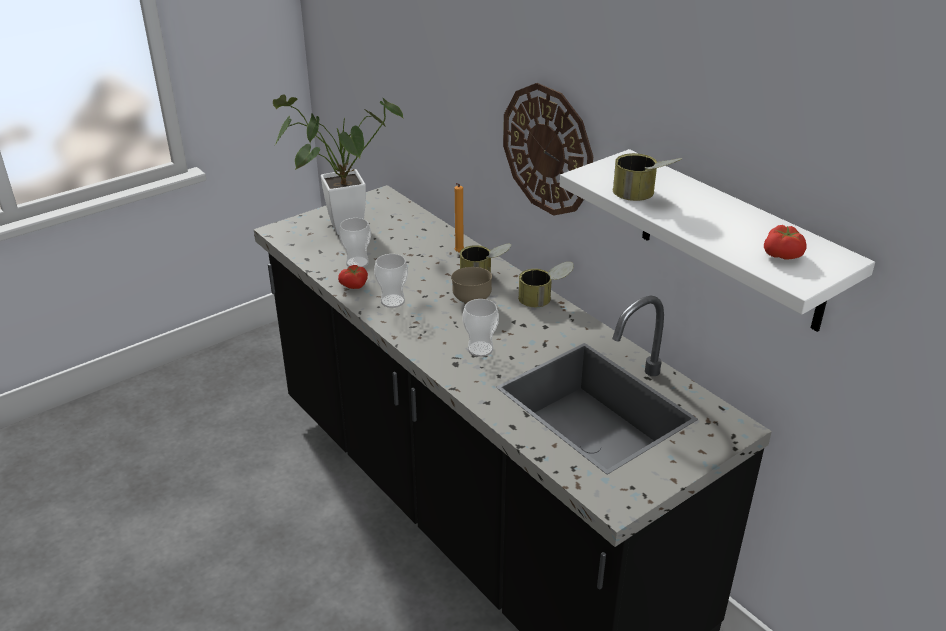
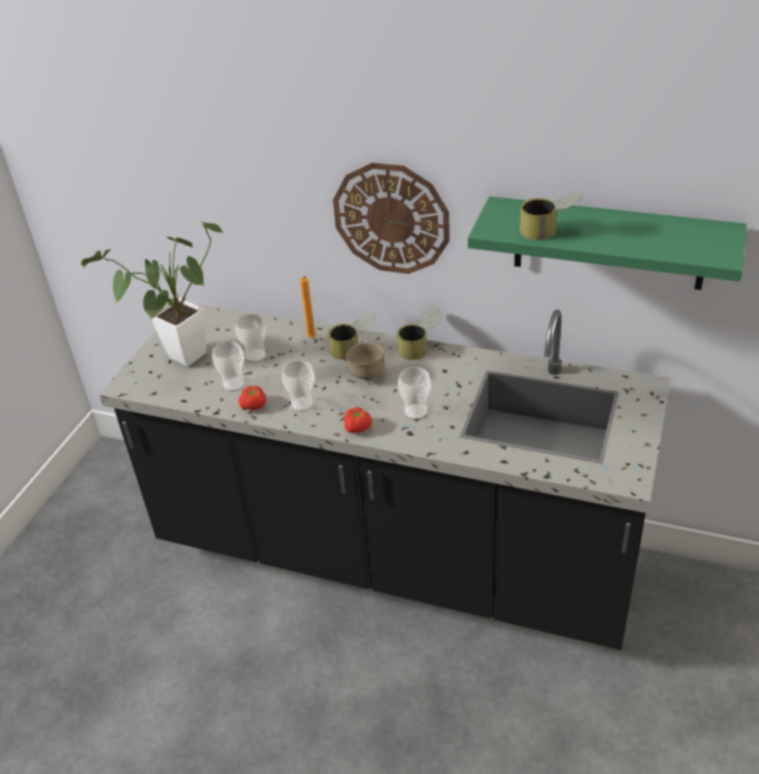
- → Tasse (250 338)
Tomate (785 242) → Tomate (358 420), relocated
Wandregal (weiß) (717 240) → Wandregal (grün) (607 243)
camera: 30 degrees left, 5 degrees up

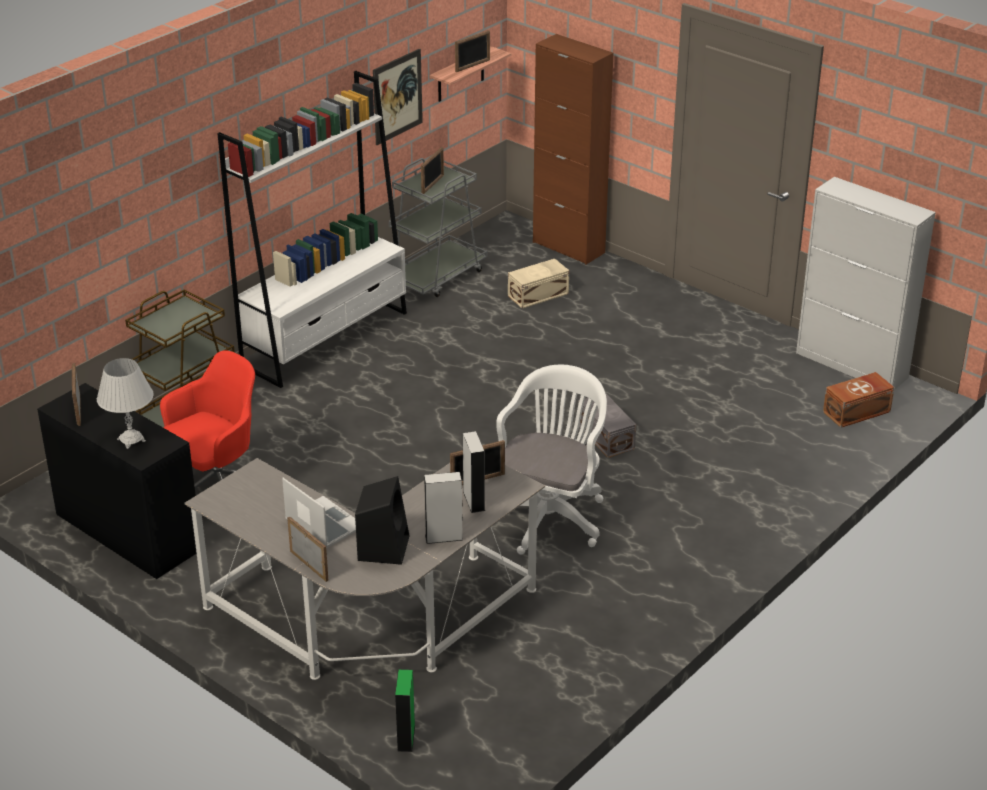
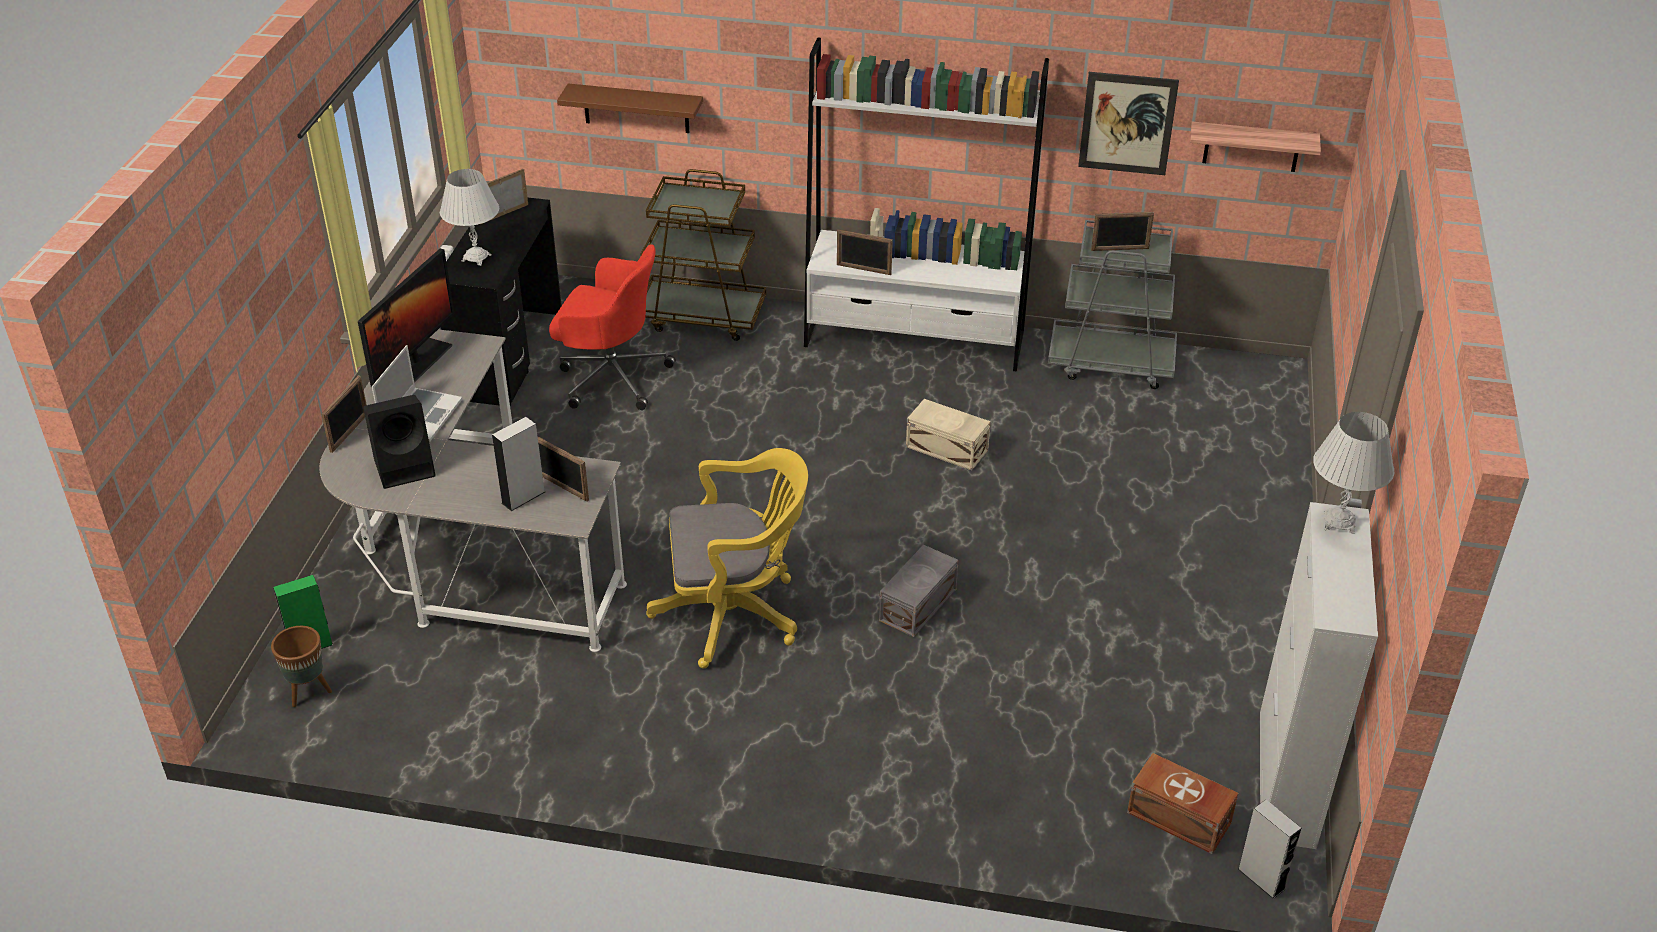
Schrank (braun) (573 149) → -
- → Pflanzkübel (braun) (301 666)
- → Monitor (406 317)
- → Wandregal (braun) (630 108)
- → Tischlampe (weiß) (1354 473)
Lautsprecher (grau) (443 508) → Lautsprecher (grau) (1269 849), relocated
Bilderrahmen (472 51) → Bilderrahmen (865 252), relocated
Aufbewahrungsbox (beige) (538 283) → Aufbewahrungsbox (beige) (948 435), relocated
Bürostuhl (weiß) (551 460) → Bürostuhl (gelb) (727 558)
camera: 60 degrees right, 5 degrees up

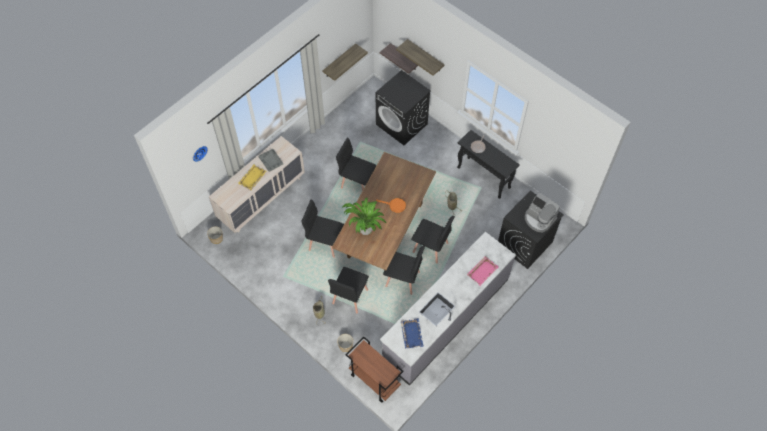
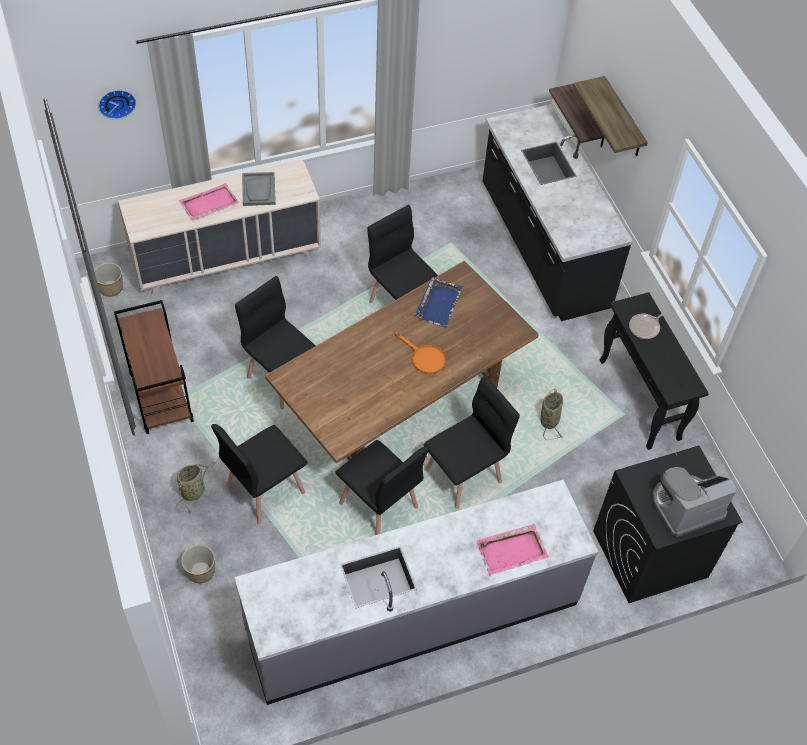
Wandregal (345 62) → -
Topfpflanze (364 216) → -
Rollwagen (braun) (375 369) → Rollwagen (braun) (154 367), relocated
Tablett (blau) (412 333) → Tablett (blau) (438 302), relocated
Waschmaschine (schwarz) (403 107) → Küchenzeile (schwarz) (558 212)
Tablett (gelb) (252 177) → Tablett (rosa) (209 202)
Stuhl (schwarz) (433 240) → Stuhl (schwarz) (472 442), 90 degrees counterclockwise
Kaffeemaschine (542 212) → Kaffeemaschine (694 502), 90 degrees clockwise
camera: 25 degrees right, 5 degrees down

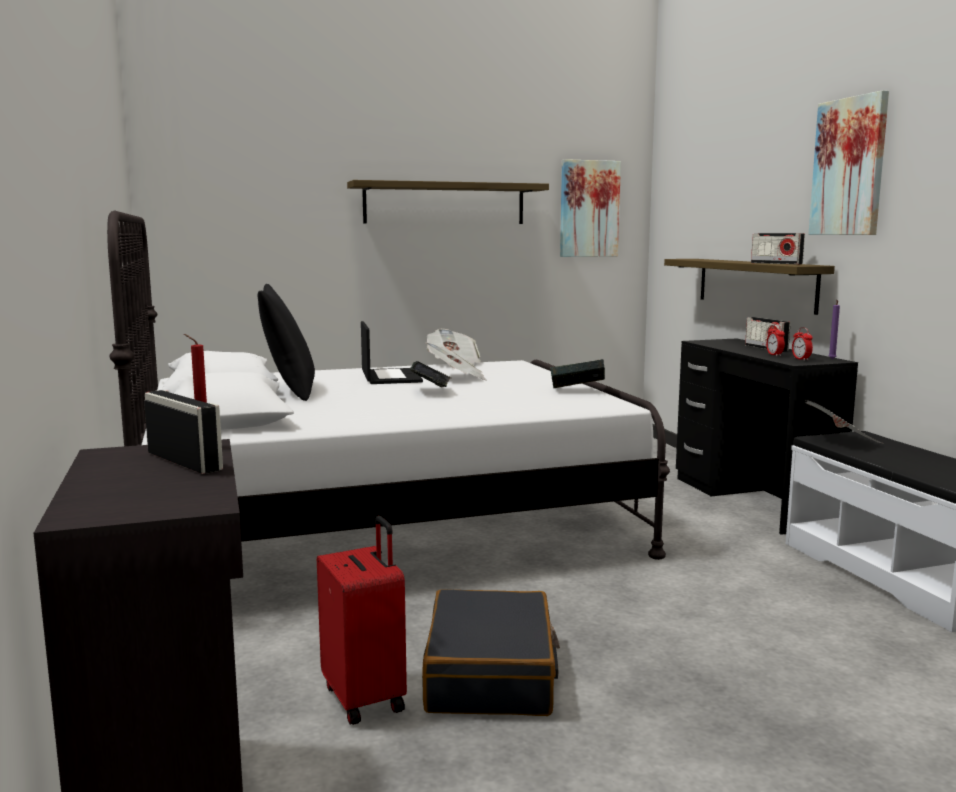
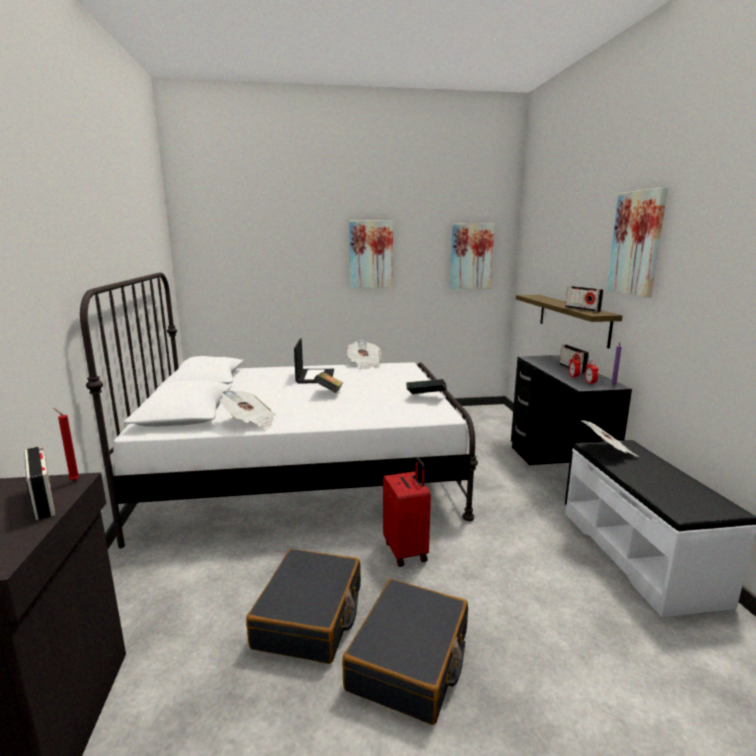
Kissen (schwarz) (286 342) → -
- → Koffer (schwarz) (405 652)
Koffer (rot) (362 620) → Koffer (rot) (407 512), relocated
Zeitung (456 361) → Zeitung (247 409), relocated
Wandregal (448 202) → Bild (371 254)
camera: 10 degrees right, 5 degrees up

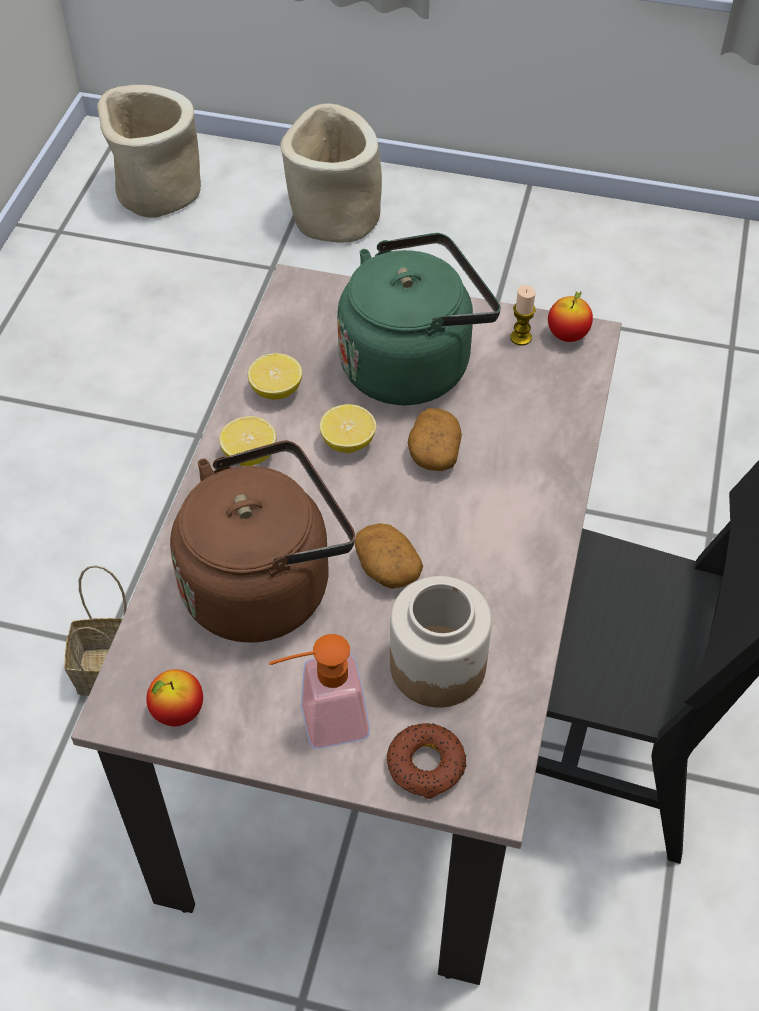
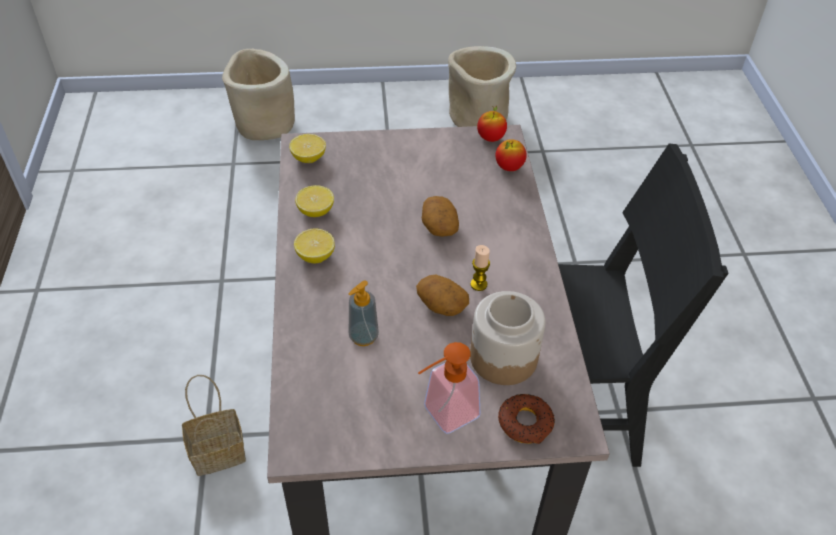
Wasserkessel (grün) (419 319) → -
Pflanzkübel (beige) (149 151) → Pflanzkübel (beige) (482 86), relocated
Apfel (174 697) → Apfel (511 155), relocated
Zitrone (348 428) → Zitrone (307 148), relocated
Kerze (523 315) → Kerze (480 268), relocated
Wasserkessel (braun) (262 541) → Seifenspender (364 313)
camera: 20 degrees left, 5 degrees down

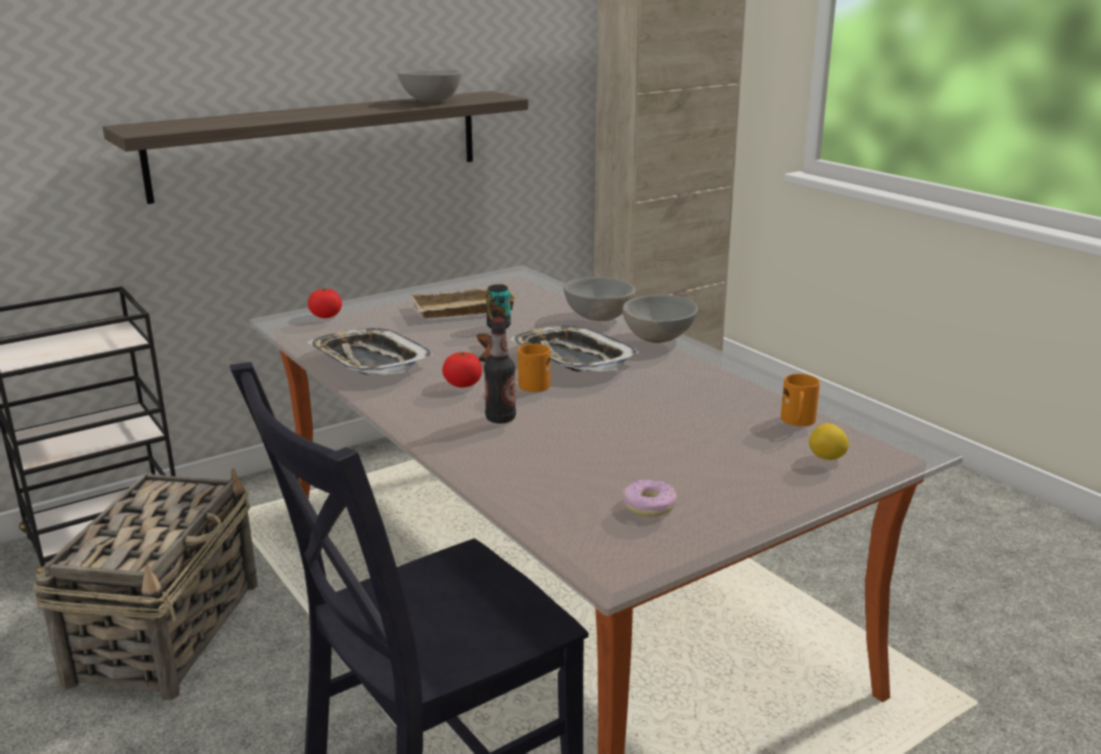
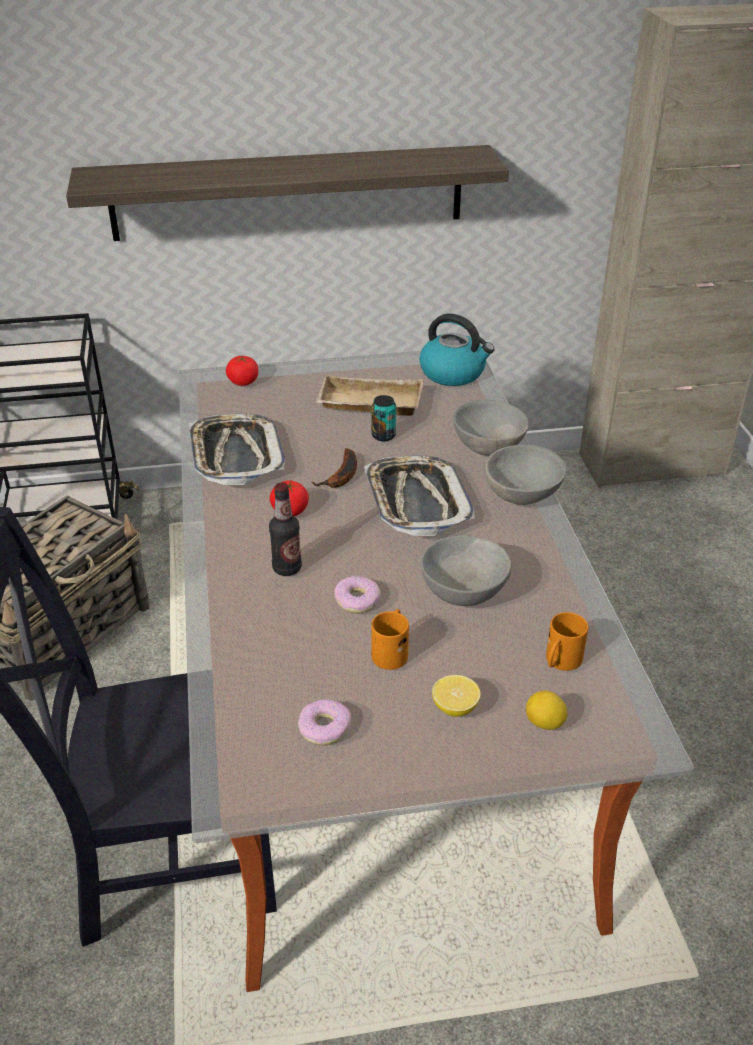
- → Donut (358 594)
- → Wasserkessel (457 350)
- → Zitrone (456 696)
Schüssel (grau) (430 85) → Schüssel (grau) (465 570), relocated
Henkelbecher (orange) (534 368) → Henkelbecher (orange) (390 639), relocated
camera: 25 degrees right, 15 degrees up

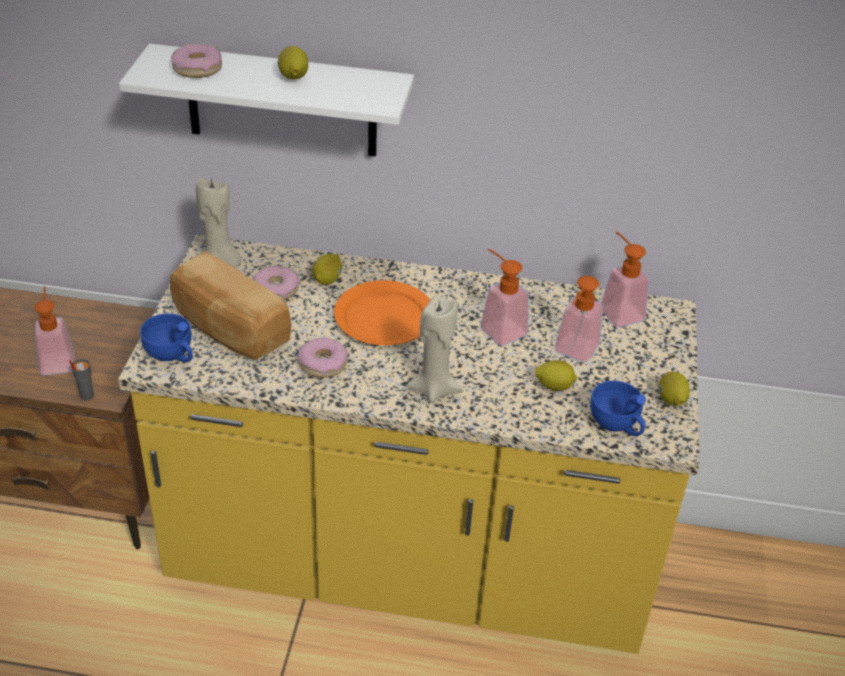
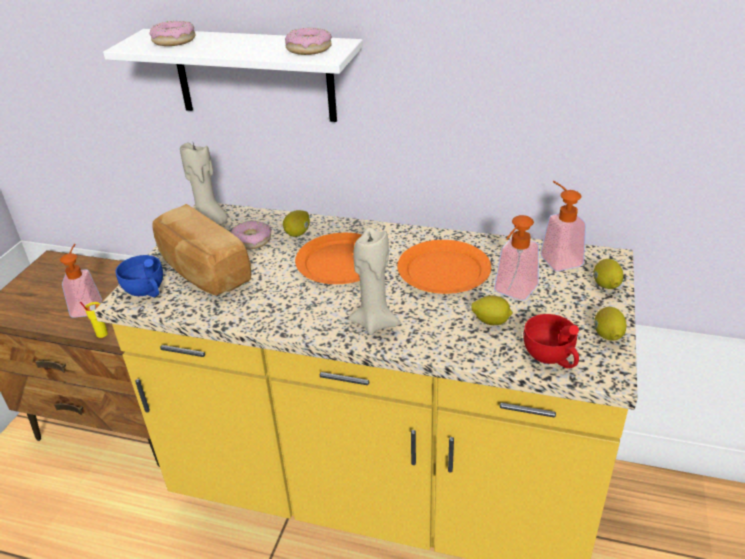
Zitrone (293 63) → Zitrone (608 274), relocated
Donut (323 358) → Donut (308 41), relocated
Seifenspender (504 297) → Teller (orange) (444 267)
Tasse (grau) (81 380) → Tasse (gelb) (94 319)
Tasse (blau) (618 408) → Tasse (rot) (551 341)
camera: 10 degrees right, 5 degrees down

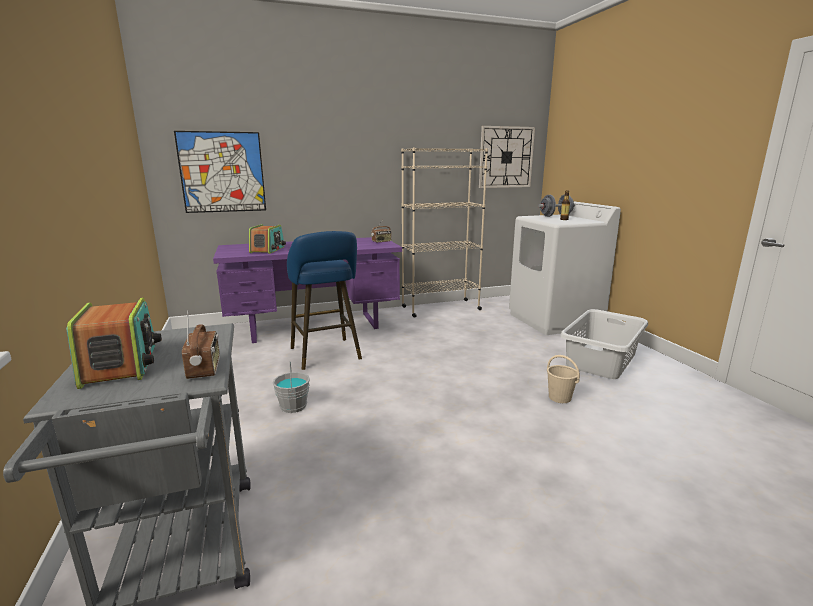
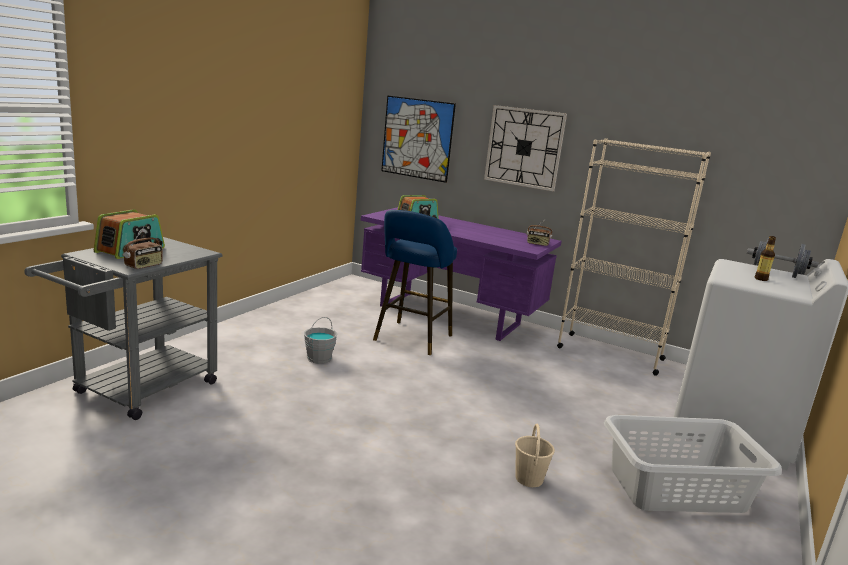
Wanduhr (507 157) → Wanduhr (525 148), relocated
camera: 45 degrees right, 0 degrees up

